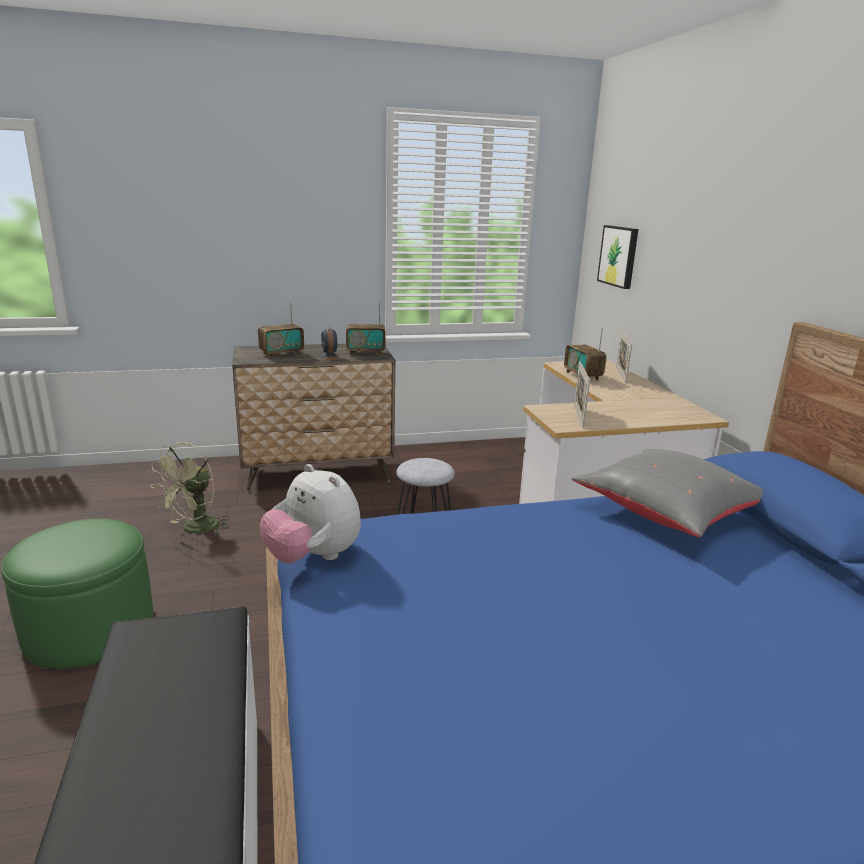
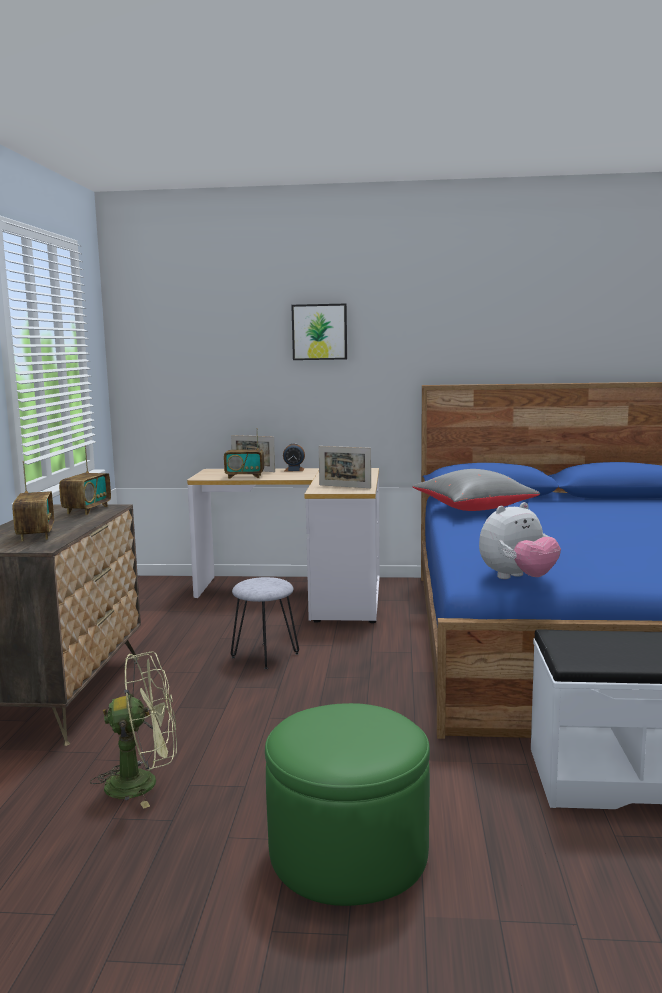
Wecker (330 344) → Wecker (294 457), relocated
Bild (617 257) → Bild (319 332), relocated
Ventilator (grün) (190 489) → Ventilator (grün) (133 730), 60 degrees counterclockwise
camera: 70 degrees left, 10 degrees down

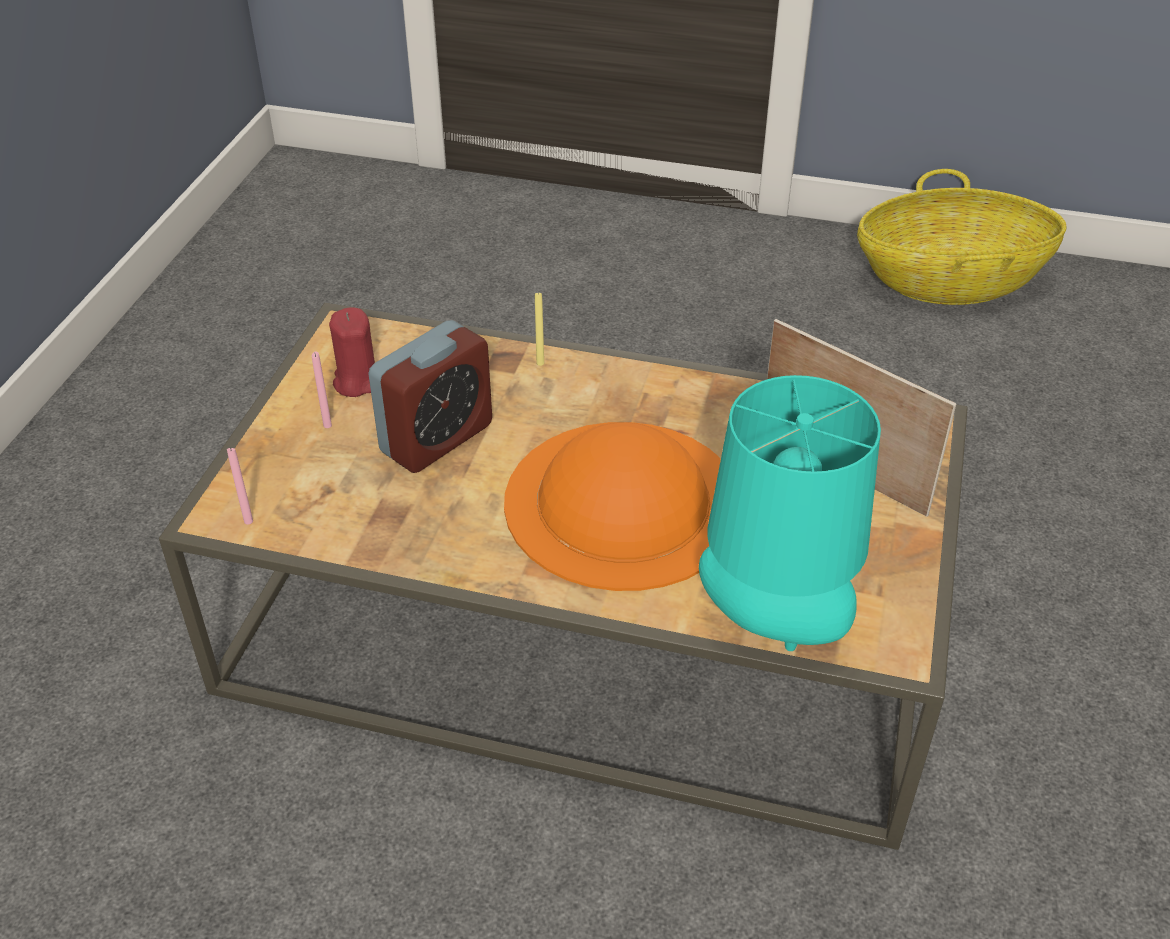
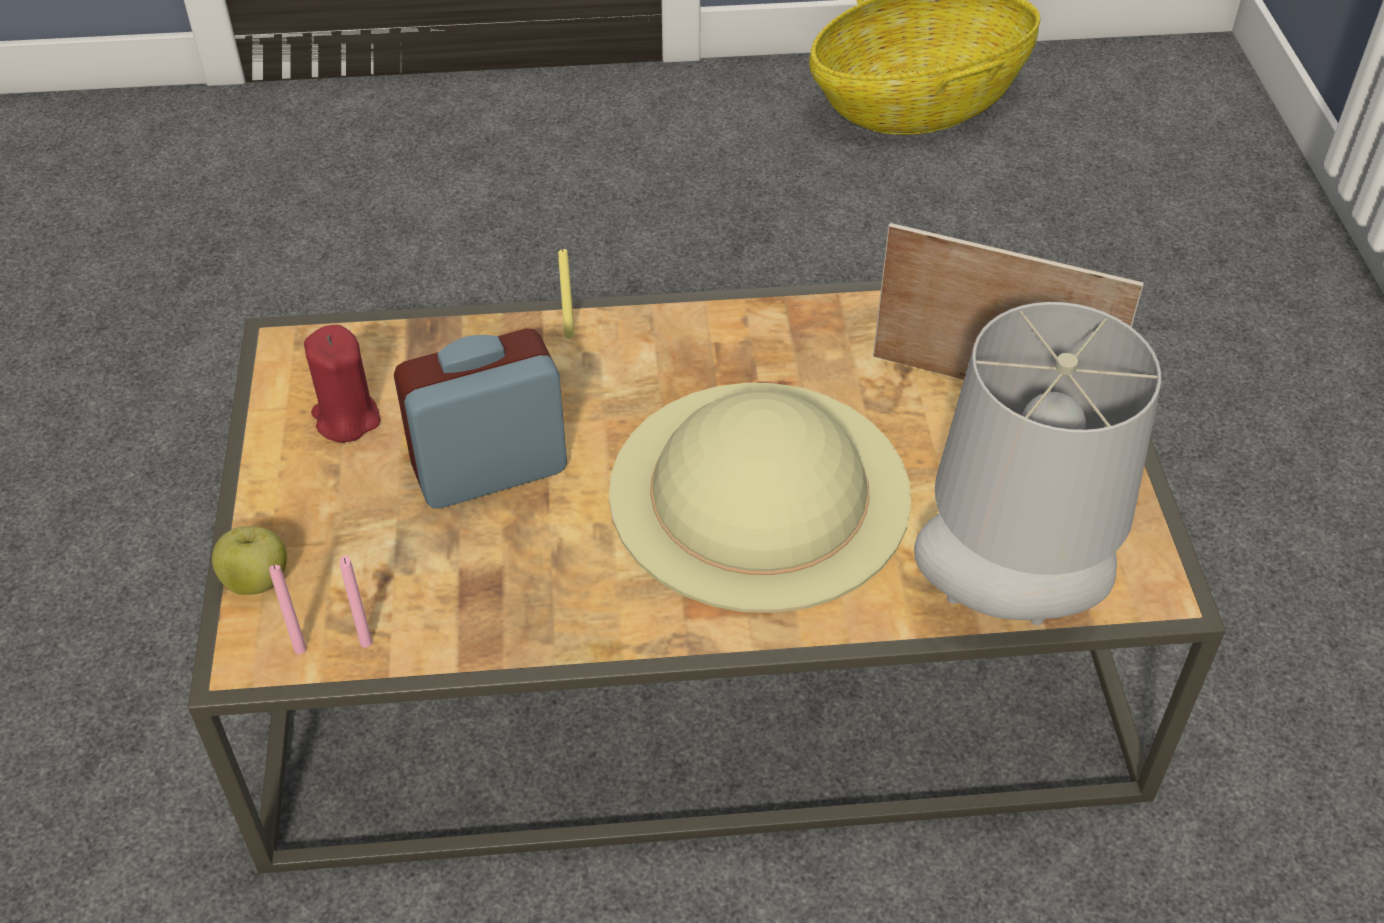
- → Apfel (249 560)
Kerze (rosa) (322 390) → Kerze (rosa) (355 602), relocated
Hut (orange) (612 506) → Hut (beige) (760 498)
Tischlampe (türkis) (790 513) → Tischlampe (grau) (1037 463)
Wecker (430 396) → Wecker (480 419), 135 degrees counterclockwise
camera: 20 degrees left, 5 degrees up

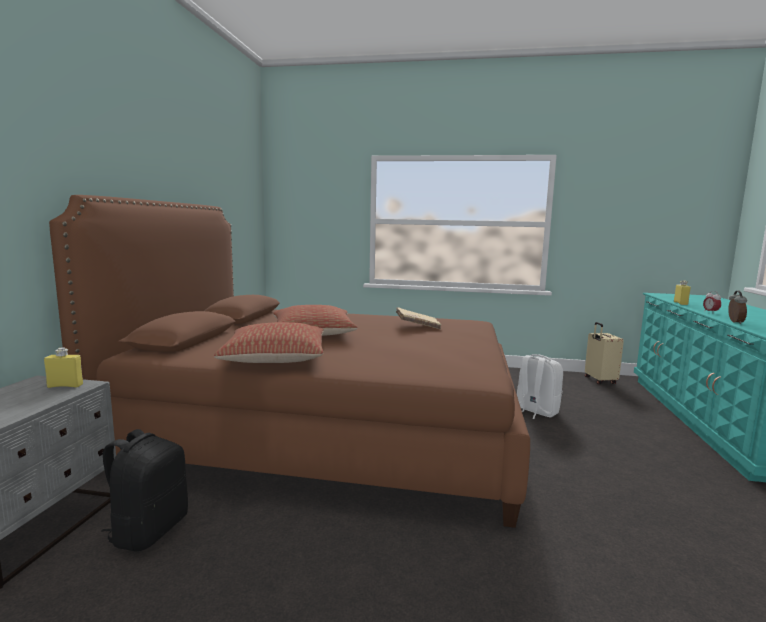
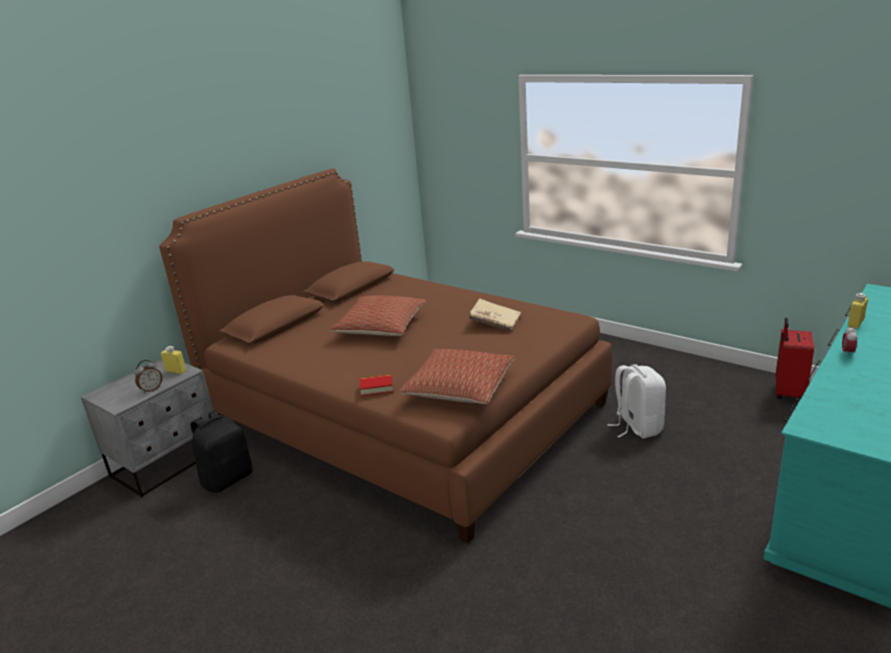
- → Buch (376 386)
Kissen (269 342) → Kissen (457 376), relocated
Wecker (737 307) → Wecker (148 377), relocated
Koffer (beige) (604 353) → Koffer (rot) (794 359)
camera: 30 degrees right, 15 degrees up

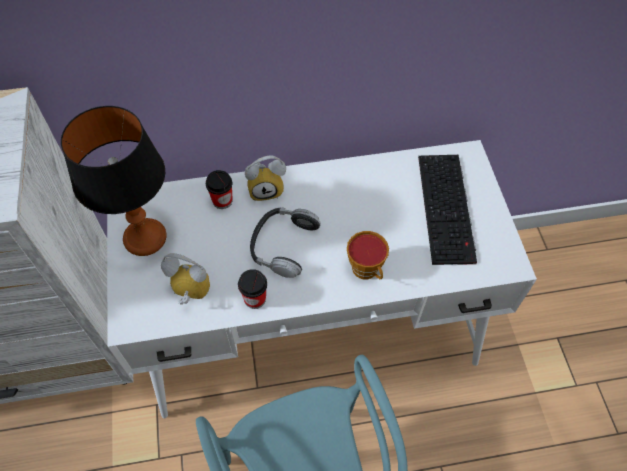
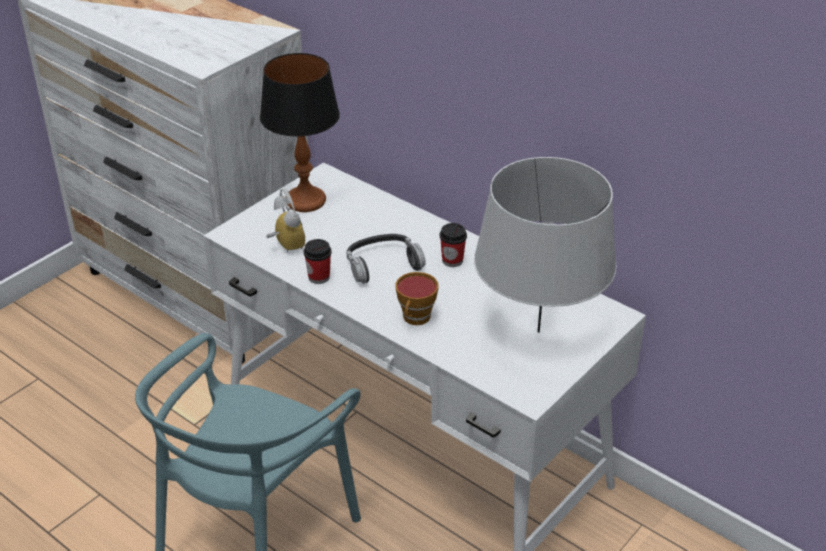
Wecker (265 178) → -
Tasse (219 189) → Tasse (453 245), relocated
Tastatur (447 210) → Tischlampe (grau) (545 245)
camera: 50 degrees right, 20 degrees down

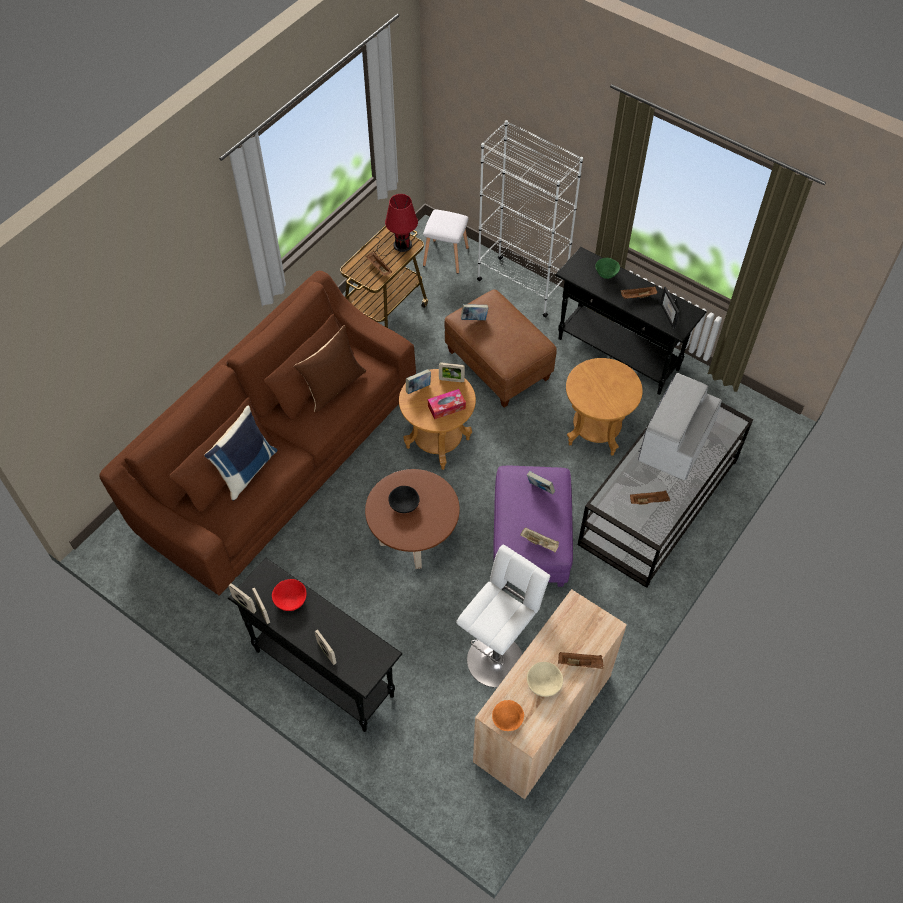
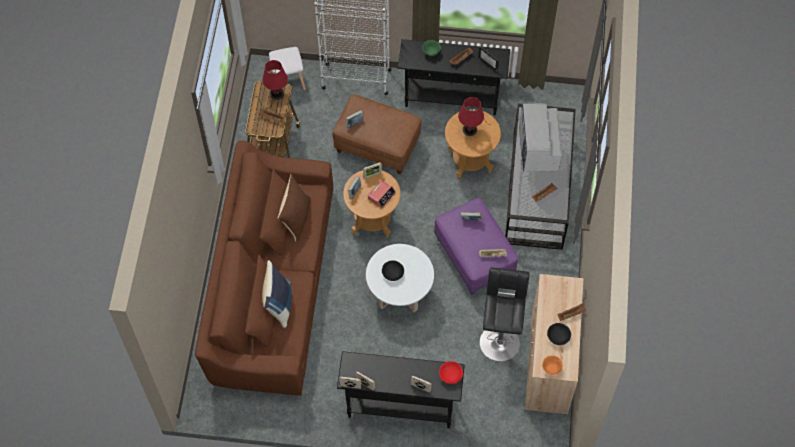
- → Tischlampe (rot) (475 116)
Schüssel (rot) (289 595) → Schüssel (rot) (451 372), relocated
Taschentuchbox (447 404) → Wecker (382 194)
Couchtisch (braun) (412 519) → Couchtisch (weiß) (400 278)
Hocker (weiß) (503 616) → Hocker (schwarz) (504 314)
Schüssel (beige) (545 679) → Schüssel (schwarz) (559 334)
camera: 30 degrees left, 5 degrees up

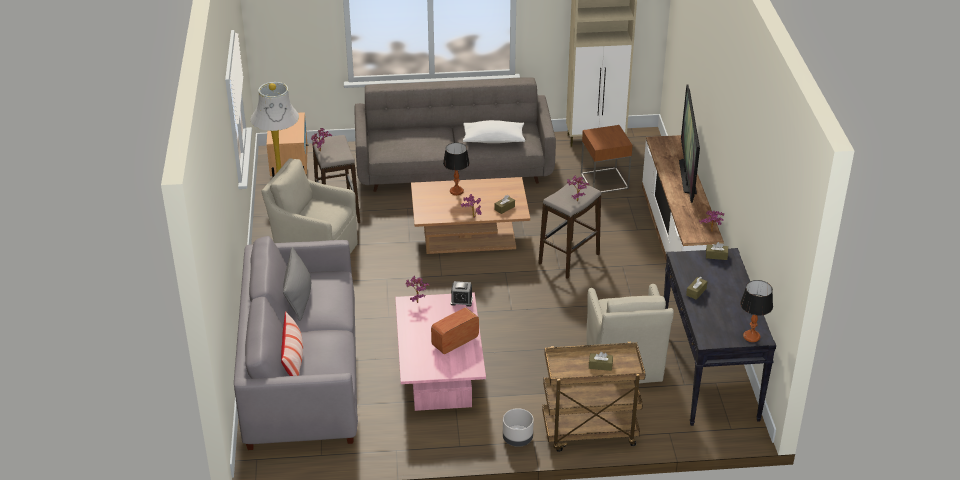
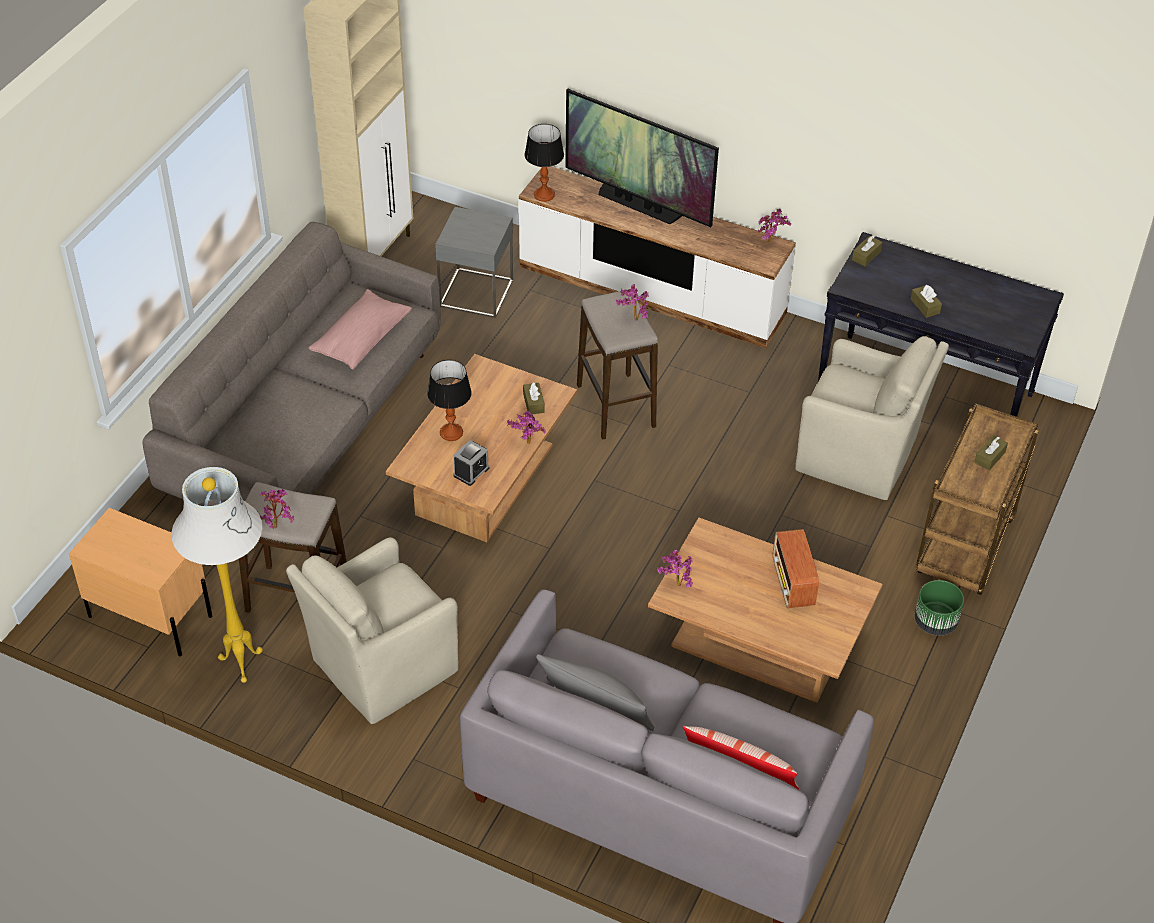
Wecker (462 294) → Wecker (471 463), relocated
Tischlampe (756 311) → Tischlampe (544 163), relocated
Couchtisch (rosa) (440 351) → Couchtisch (braun) (765 610)
Kissen (weiß) (494 131) → Kissen (rosa) (360 329)
Pflanzkübel (grau) (518 427) → Pflanzkübel (grün) (939 607)
Beistelltisch (braun) (607 159) → Beistelltisch (grau) (474 262)
camera: 60 degrees left, 10 degrees up

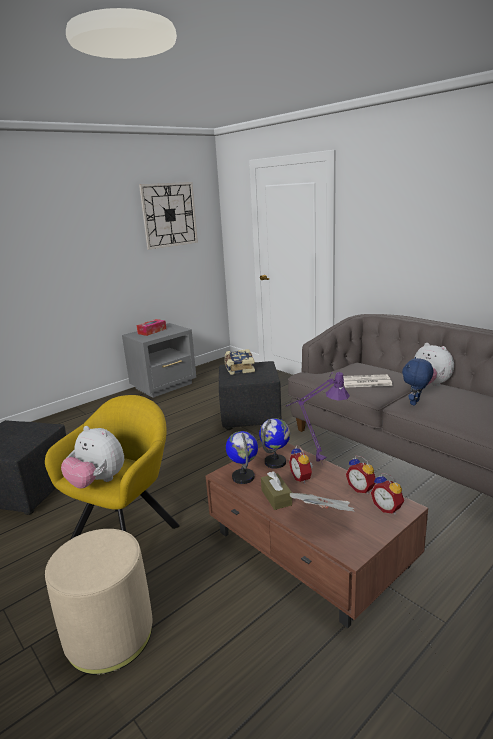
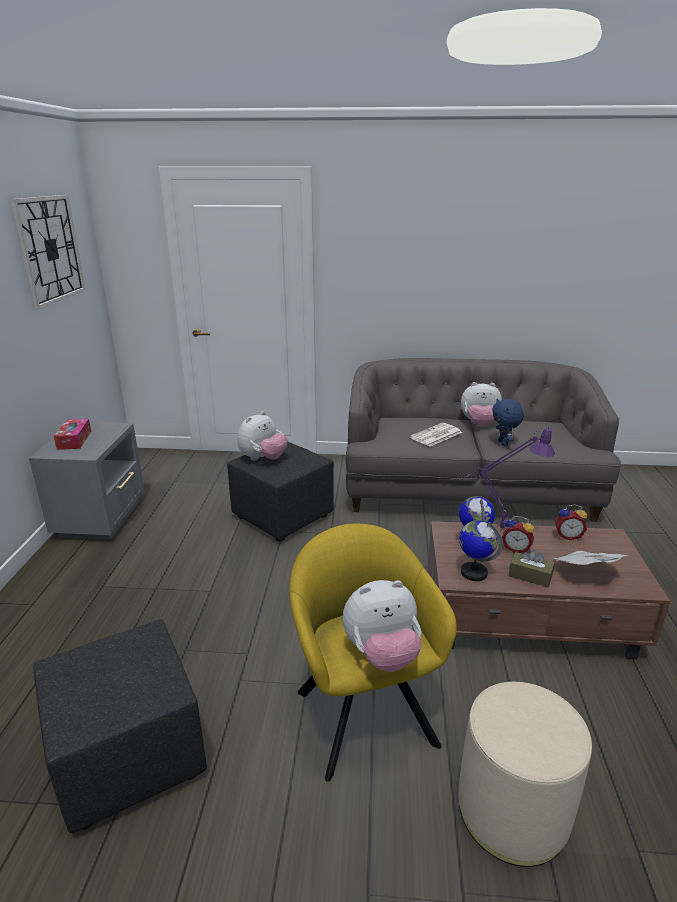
Wecker (387 493) → -
Buch (239 362) → Plüschtier (262 436)
camera: 45 degrees left, 5 degrees up

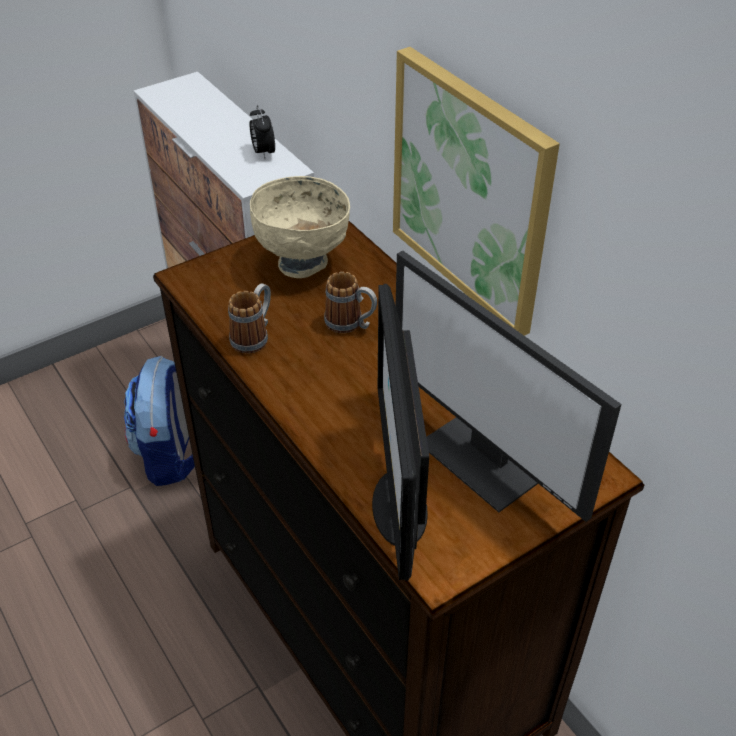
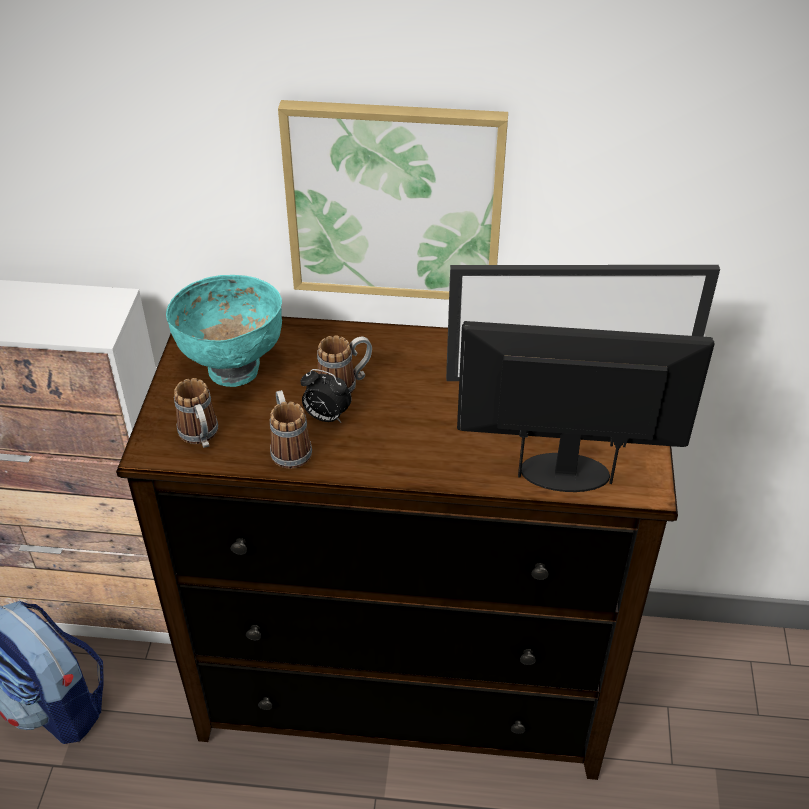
- → Henkelbecher (196 413)
Wecker (262 132) → Wecker (326 396), relocated
Schüssel (beige) (300 227) → Schüssel (türkis) (224 331)
Monitor (400 432) → Monitor (586 406), 150 degrees clockwise
camera: 50 degrees left, 0 degrees up

